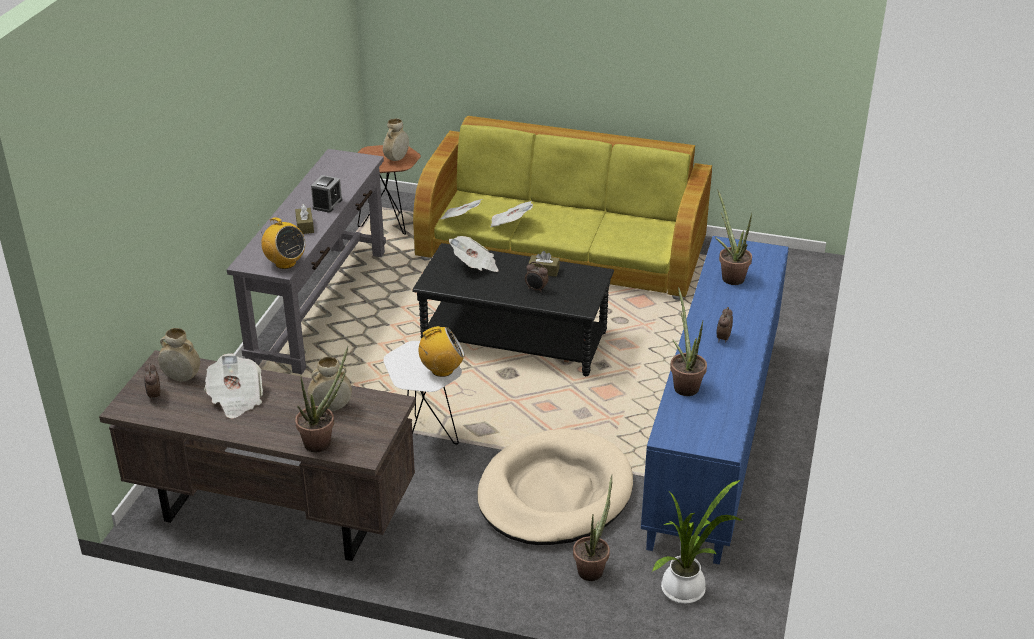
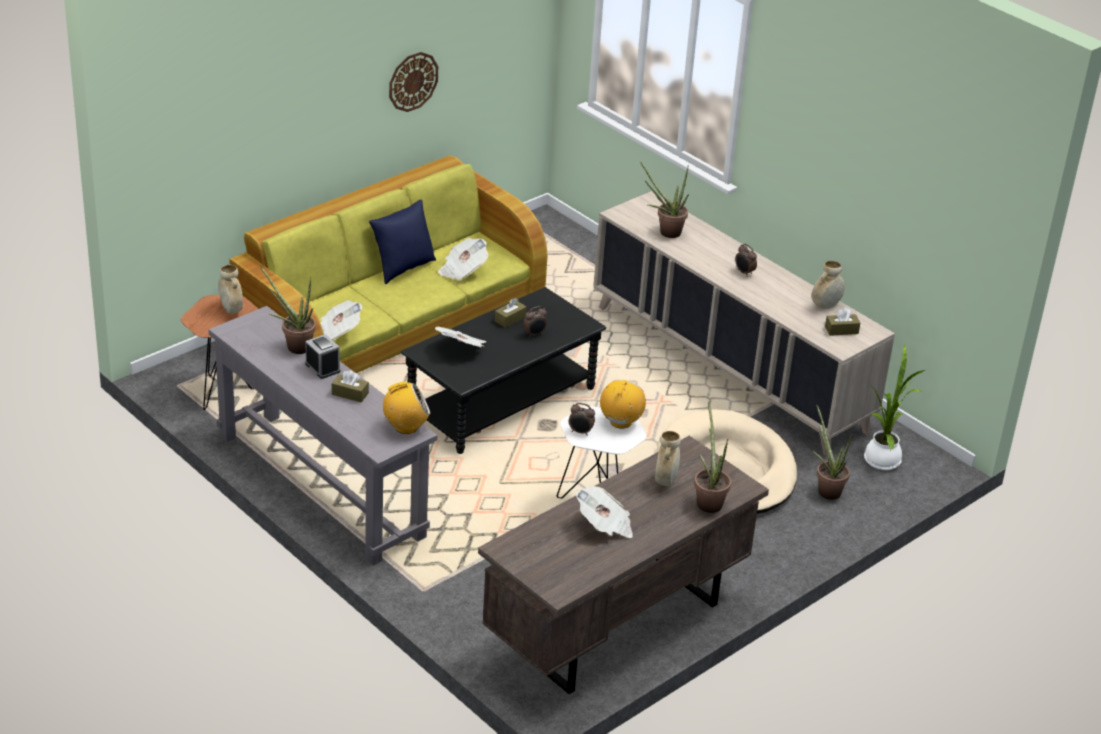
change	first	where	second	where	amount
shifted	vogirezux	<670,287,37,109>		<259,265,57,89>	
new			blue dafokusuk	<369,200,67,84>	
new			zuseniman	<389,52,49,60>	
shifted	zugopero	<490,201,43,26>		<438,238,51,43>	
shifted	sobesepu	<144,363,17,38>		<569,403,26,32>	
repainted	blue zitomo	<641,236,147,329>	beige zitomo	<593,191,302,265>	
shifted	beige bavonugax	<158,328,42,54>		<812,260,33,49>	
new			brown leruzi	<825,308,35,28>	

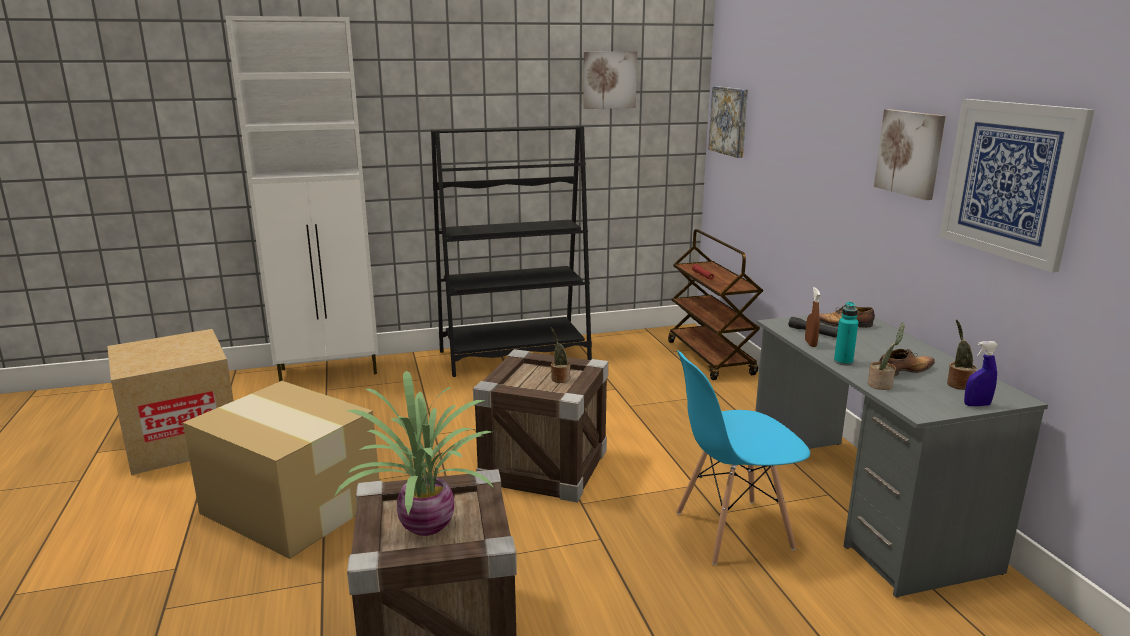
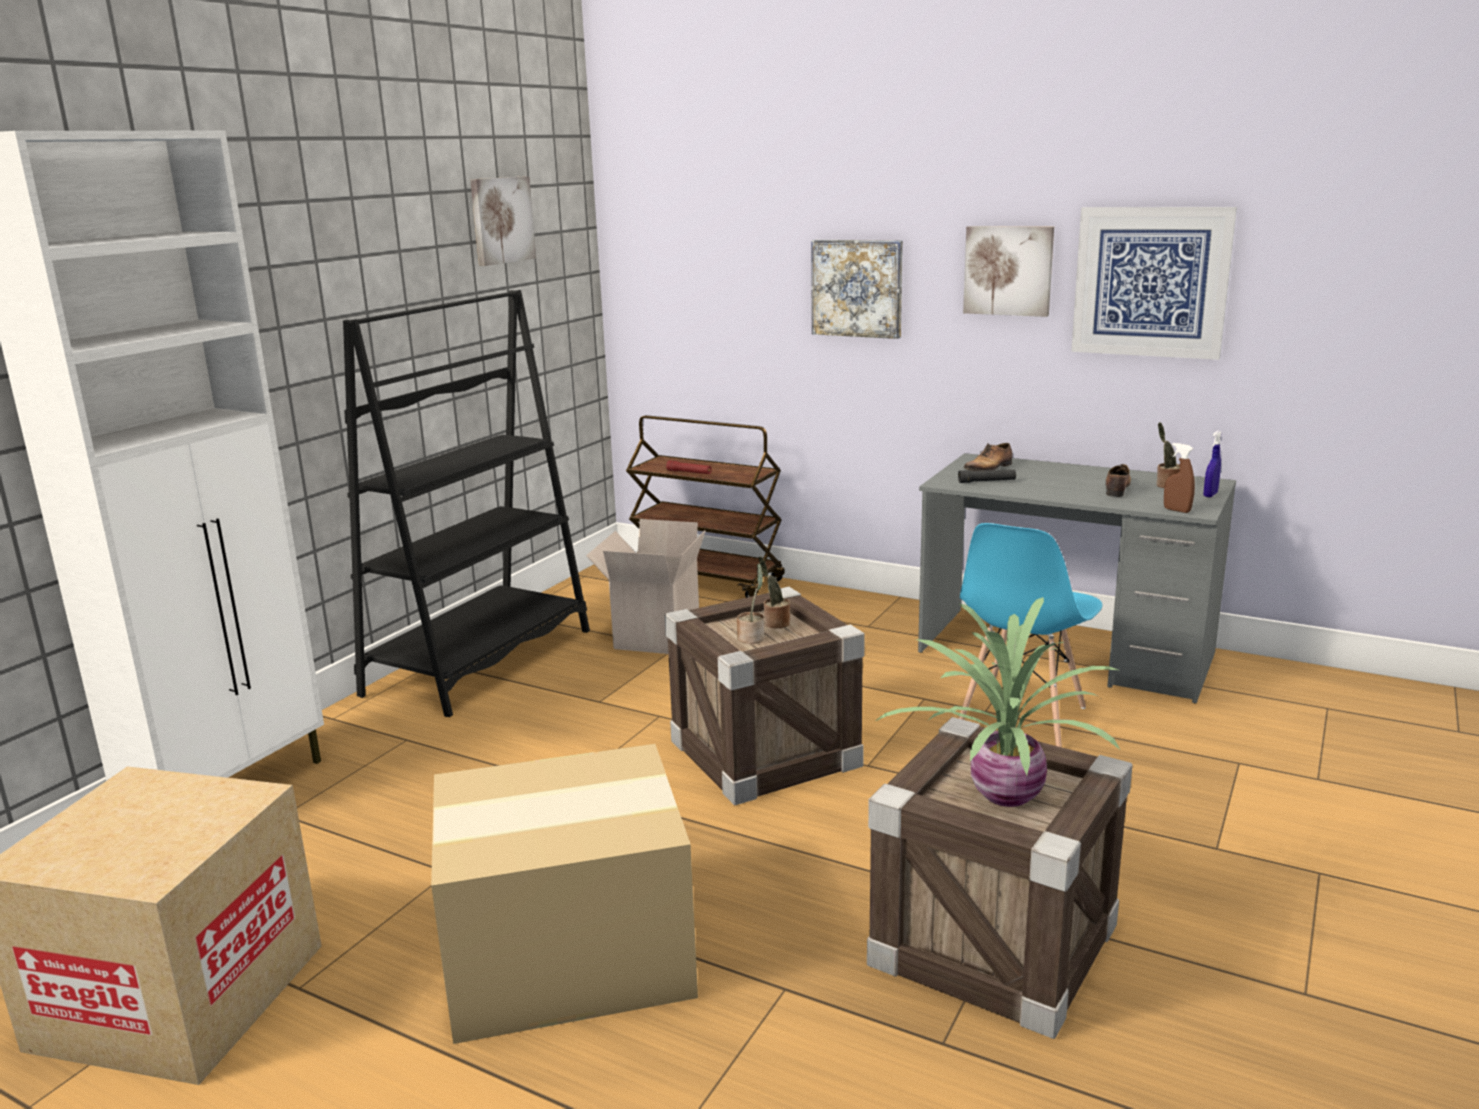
change	first	where	second	where	amount
new			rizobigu	<586,519,120,135>	
shifted	vogirezux	<868,323,37,67>		<737,563,27,81>	
shifted	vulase	<708,86,40,72>		<811,240,92,99>	
shifted	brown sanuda	<805,287,15,60>		<1164,443,31,70>	
gone	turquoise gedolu	<834,302,24,63>			

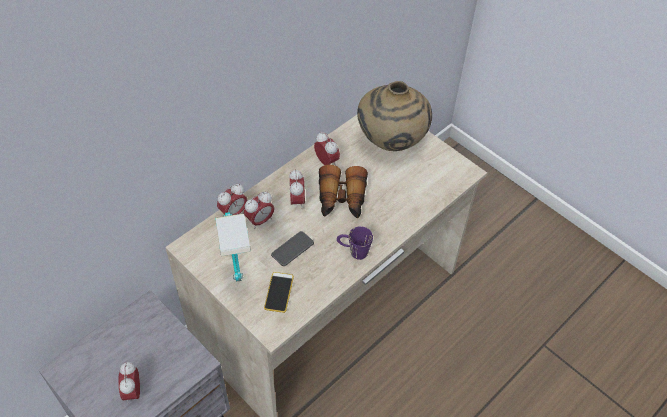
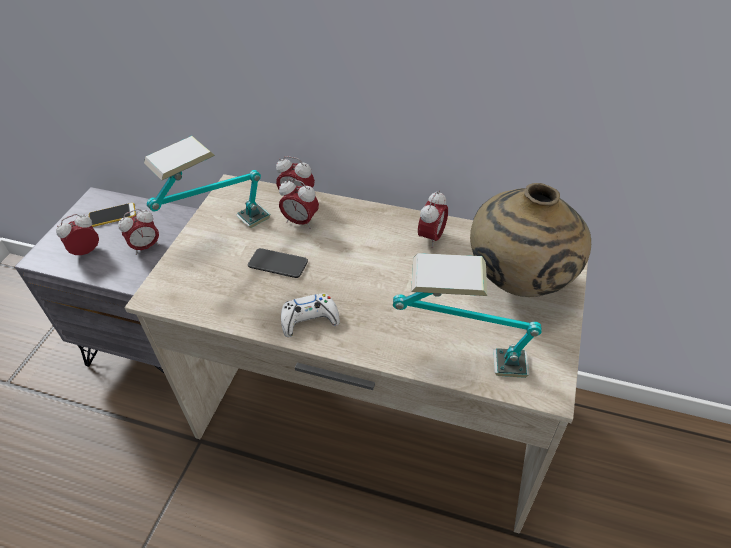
change	first	where	second	where	amount
shifted	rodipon	<264,272,30,41>		<89,203,47,24>	
shifted	sobesepu	<289,169,16,40>		<118,209,42,46>	
swapped	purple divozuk	<337,226,36,34>	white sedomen	<281,293,59,44>	
new			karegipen	<393,253,149,125>	
gone	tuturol	<319,165,49,53>			

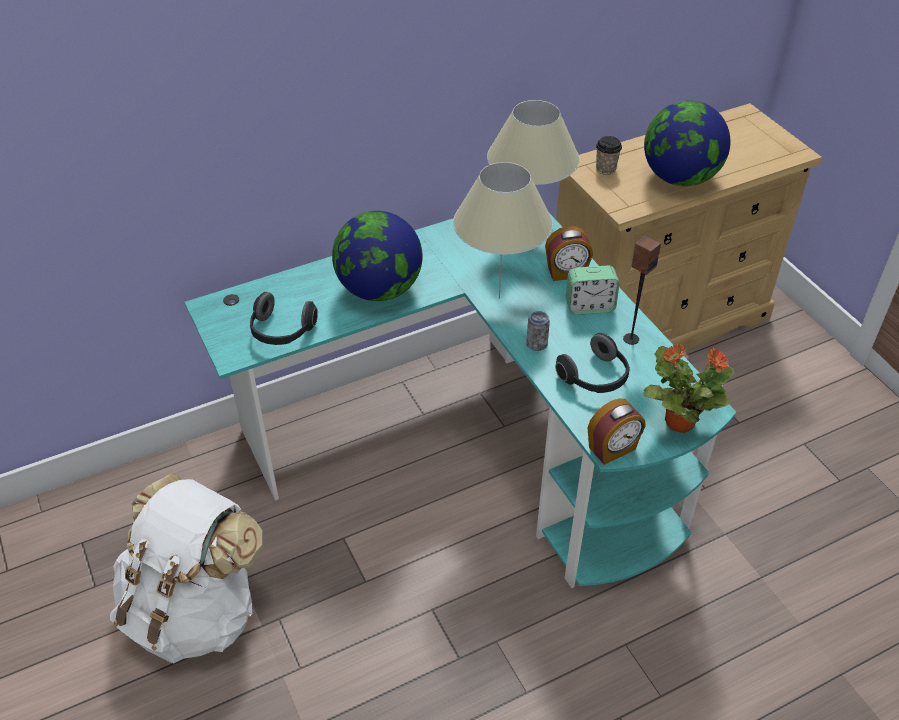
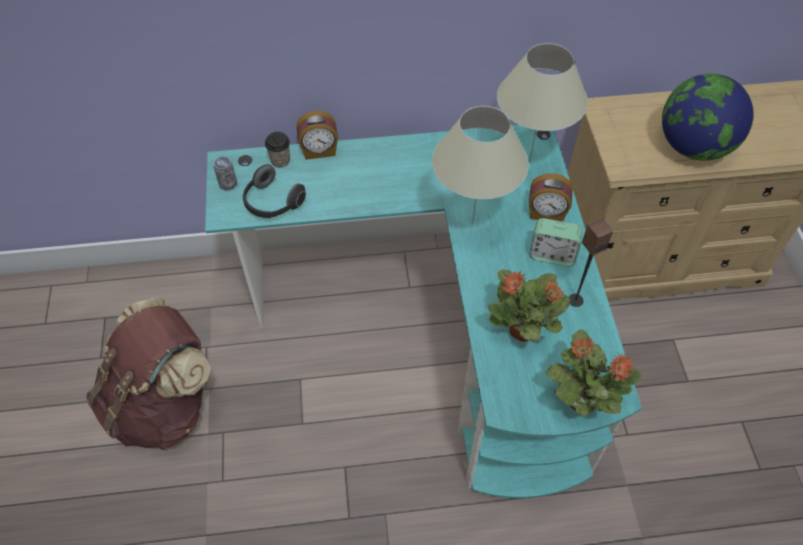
change	first	where	second	where	amount
repainted	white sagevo	<110,474,152,189>	brown sagevo	<86,296,125,154>	
shifted	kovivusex	<526,311,24,40>		<213,156,24,35>	
shifted	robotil	<596,136,26,39>		<265,132,25,36>	
shifted	sobesepu	<588,398,57,67>		<297,111,41,49>	
swapped	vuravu	<555,333,75,60>	vogirezux	<488,269,83,73>	
gone	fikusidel	<332,211,90,90>			

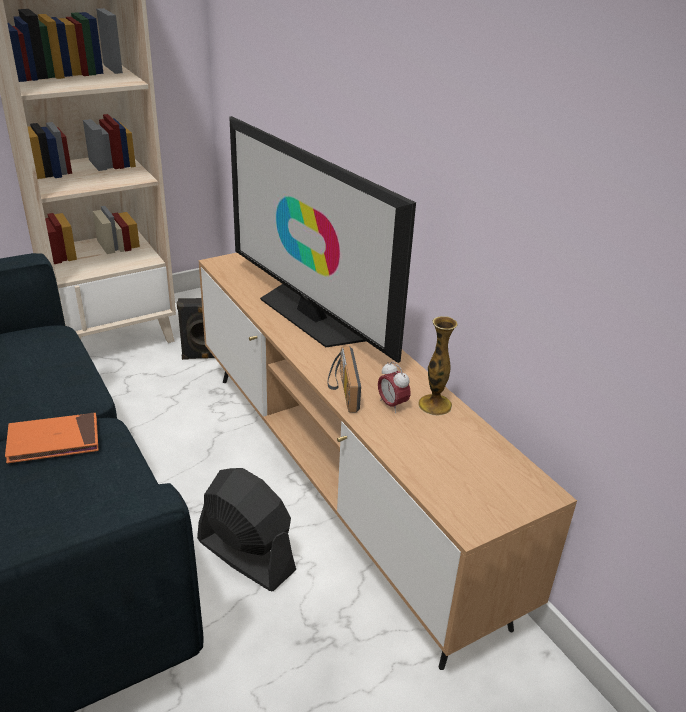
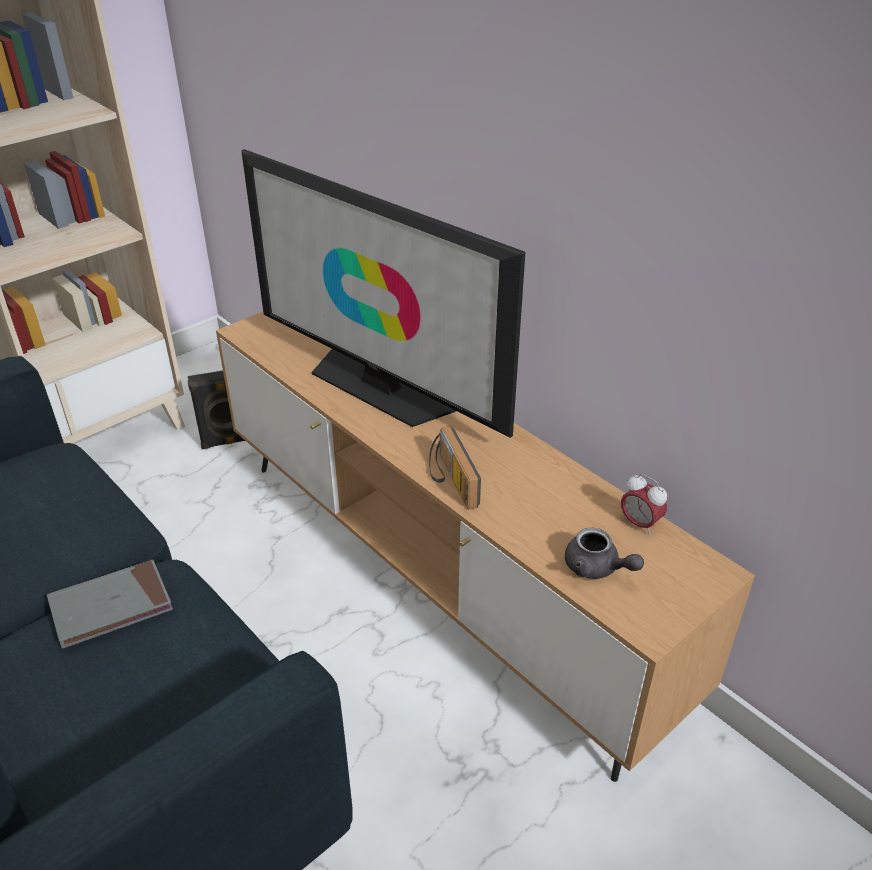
change	first	where	second	where	amount
repainted	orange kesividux	<5,412,93,51>	grey kesividux	<47,560,126,89>	
new			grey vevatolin	<565,528,79,51>	
shifted	sobesepu	<378,361,33,52>		<621,474,46,61>	
gone	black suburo	<197,468,99,123>			
gone	bavonugax	<419,316,38,100>			

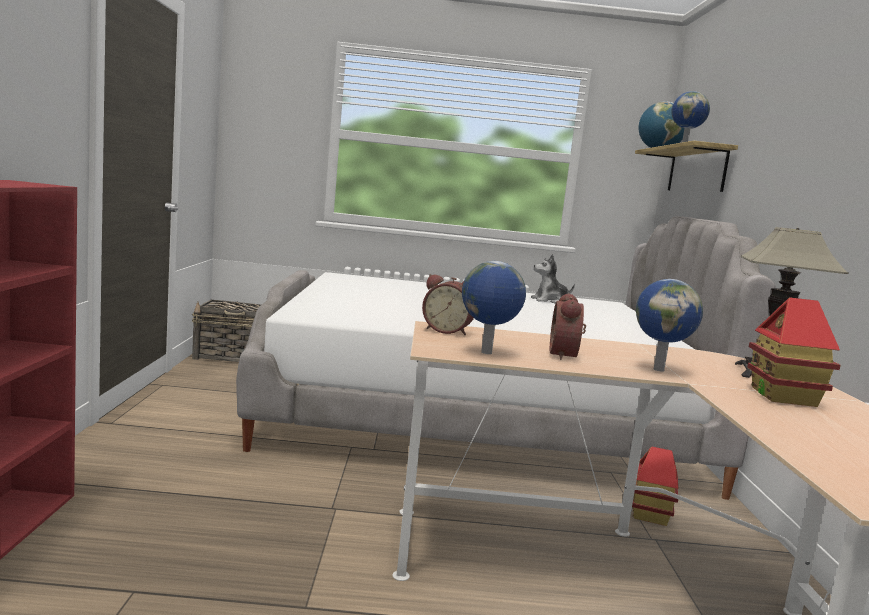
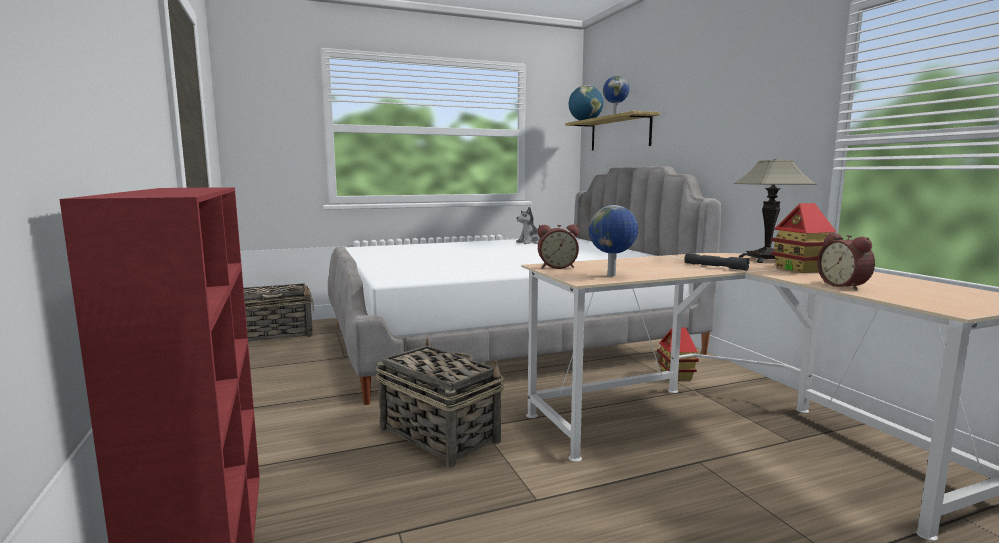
change	first	where	second	where	amount
new			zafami	<376,338,128,129>	
swapped	fikusidel	<636,279,67,93>	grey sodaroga	<684,254,66,16>	
shifted	sobesepu	<550,293,36,67>		<817,233,58,57>	

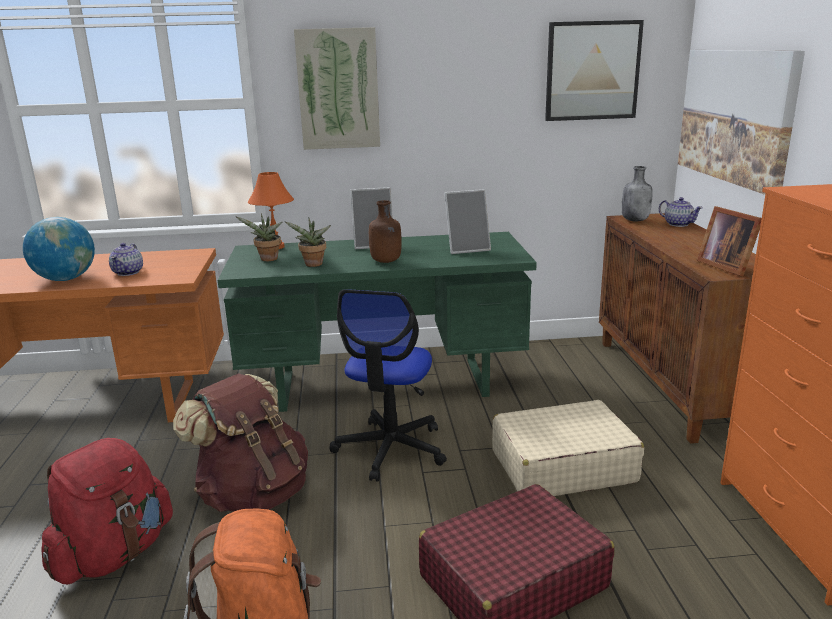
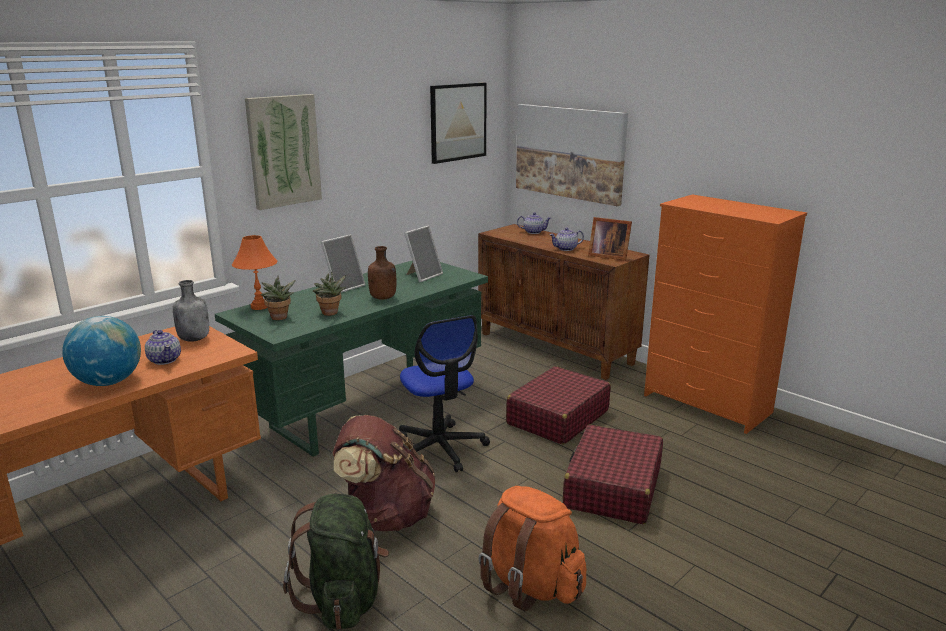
change	first	where	second	where	amount
shifted	grey gedolu	<622,166,31,56>		<173,280,36,62>	
repainted	red sagevo	<42,438,131,146>	green sagevo	<283,494,106,136>	
repainted	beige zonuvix	<492,400,152,96>	red zonuvix	<506,366,105,79>	
new			vevatolin	<550,227,34,24>	

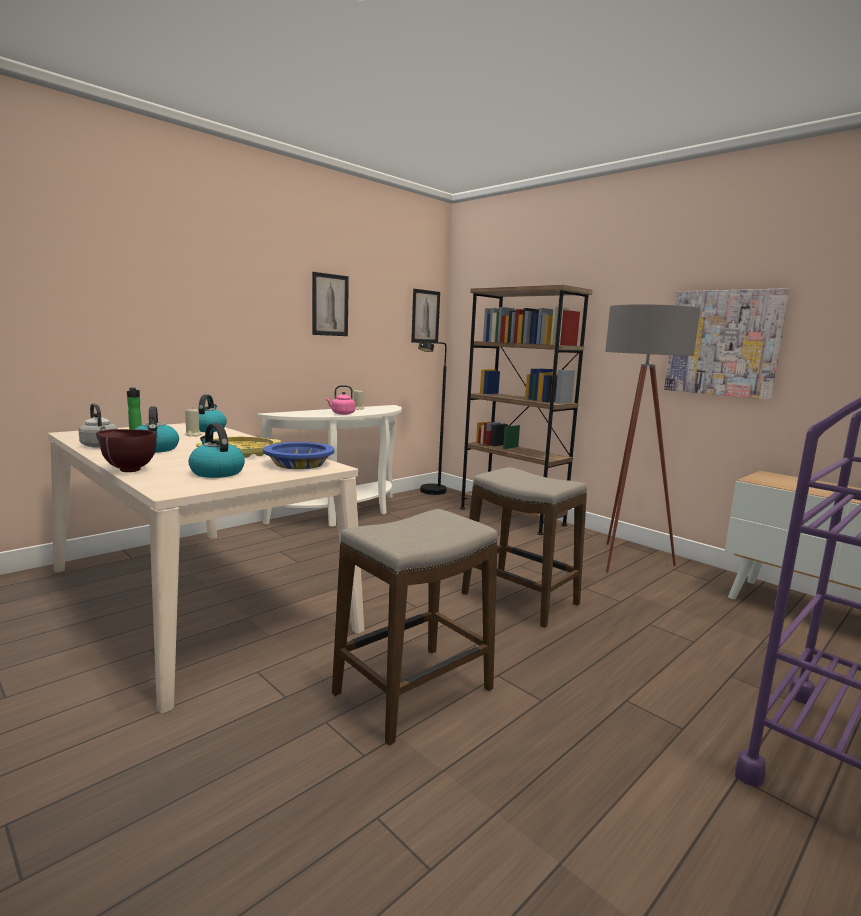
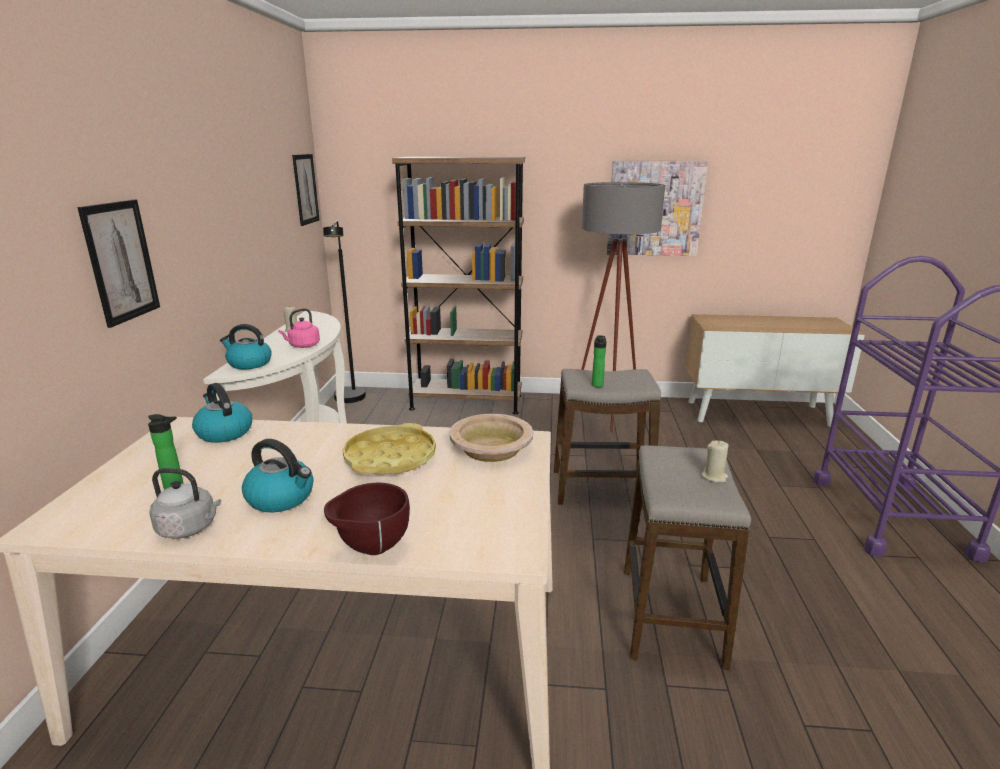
change	first	where	second	where	amount
shifted	vulase	<312,272,37,64>		<77,200,83,128>	
shifted	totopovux	<188,423,57,55>		<220,324,52,45>	
repainted	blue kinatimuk	<263,442,71,27>	beige kinatimuk	<450,414,83,48>	
new			gedolu	<592,335,14,52>	
shifted	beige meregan	<184,408,18,28>		<701,440,28,42>	

